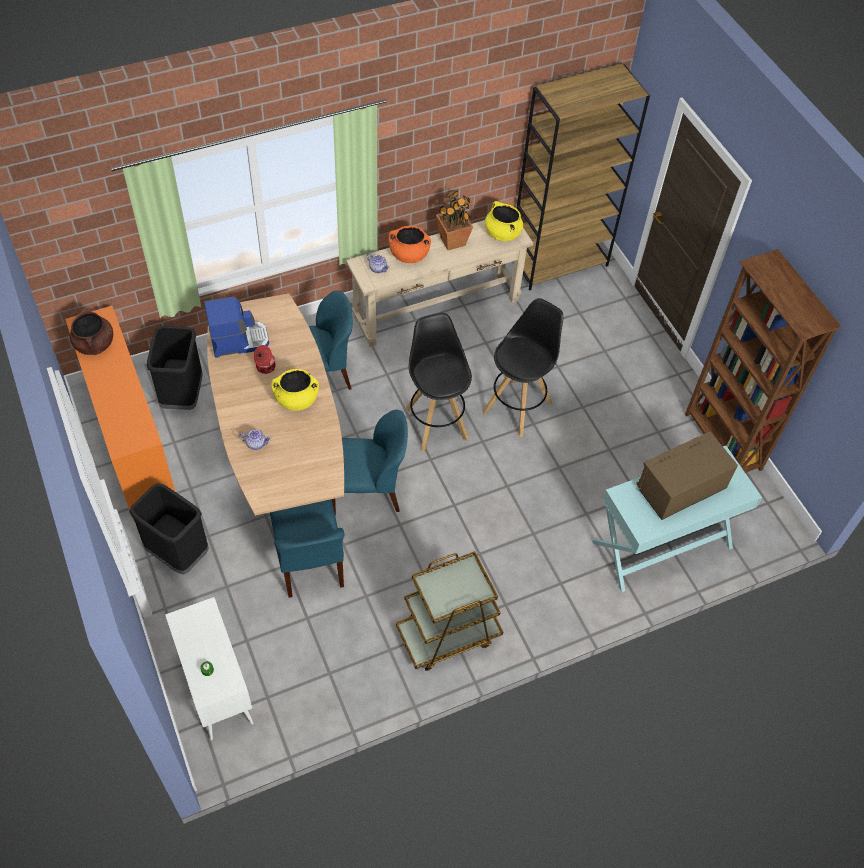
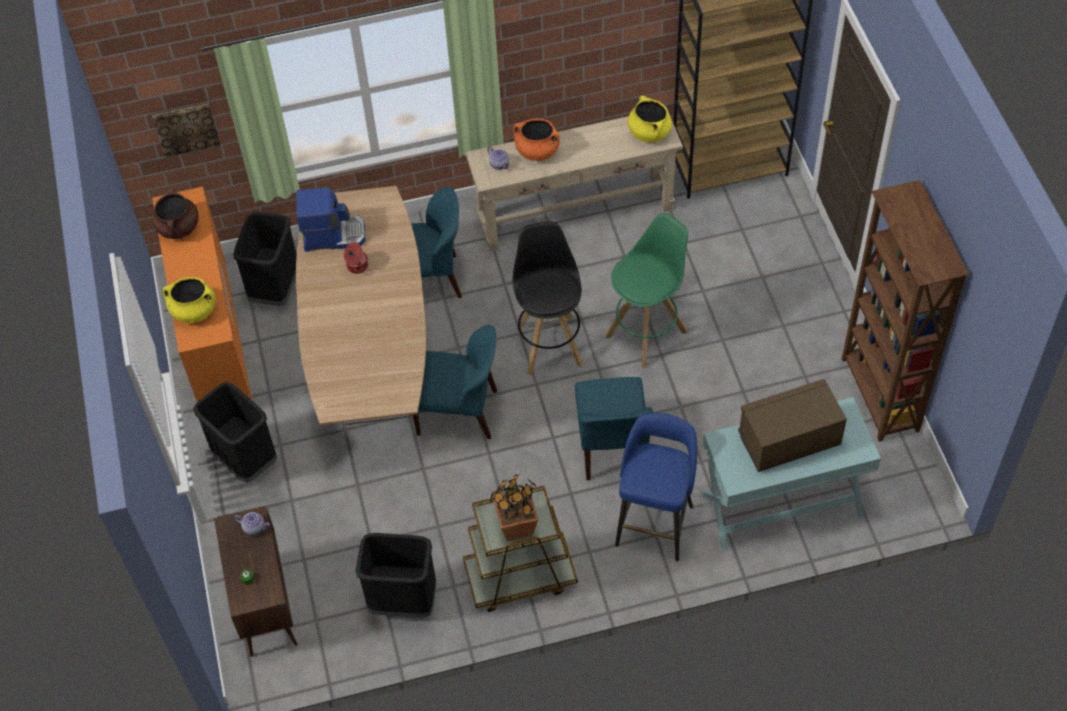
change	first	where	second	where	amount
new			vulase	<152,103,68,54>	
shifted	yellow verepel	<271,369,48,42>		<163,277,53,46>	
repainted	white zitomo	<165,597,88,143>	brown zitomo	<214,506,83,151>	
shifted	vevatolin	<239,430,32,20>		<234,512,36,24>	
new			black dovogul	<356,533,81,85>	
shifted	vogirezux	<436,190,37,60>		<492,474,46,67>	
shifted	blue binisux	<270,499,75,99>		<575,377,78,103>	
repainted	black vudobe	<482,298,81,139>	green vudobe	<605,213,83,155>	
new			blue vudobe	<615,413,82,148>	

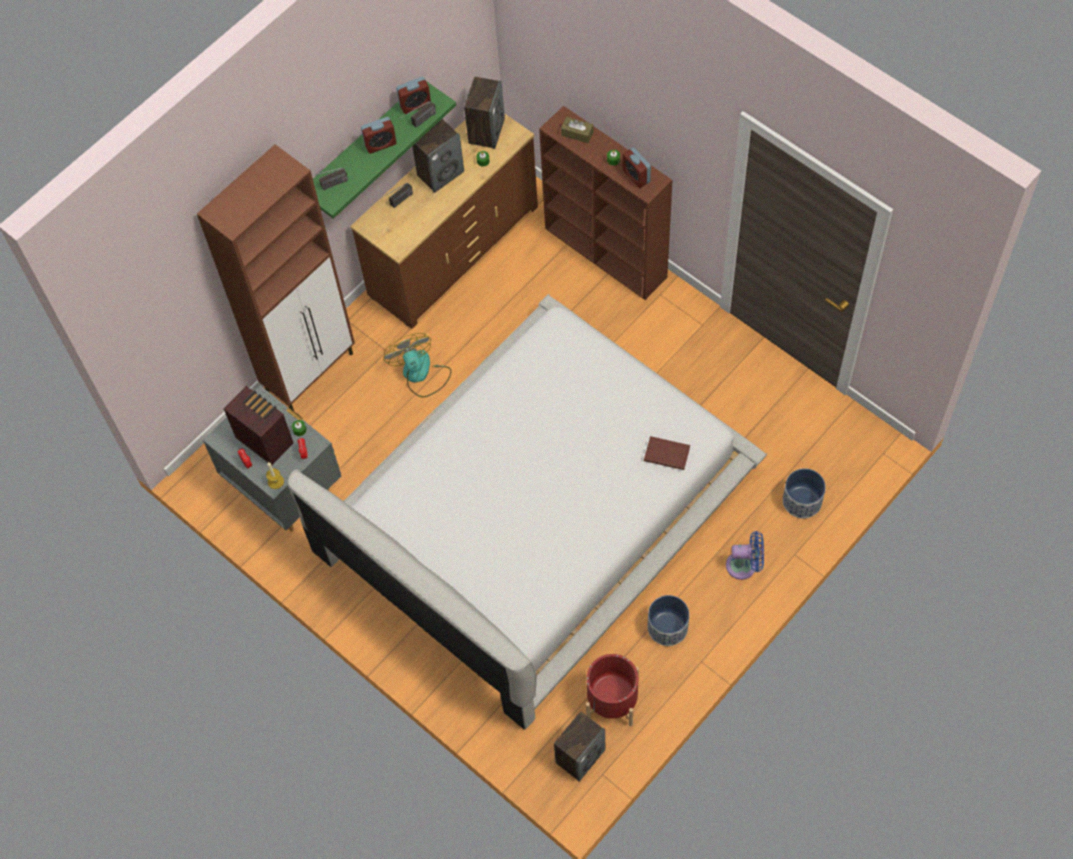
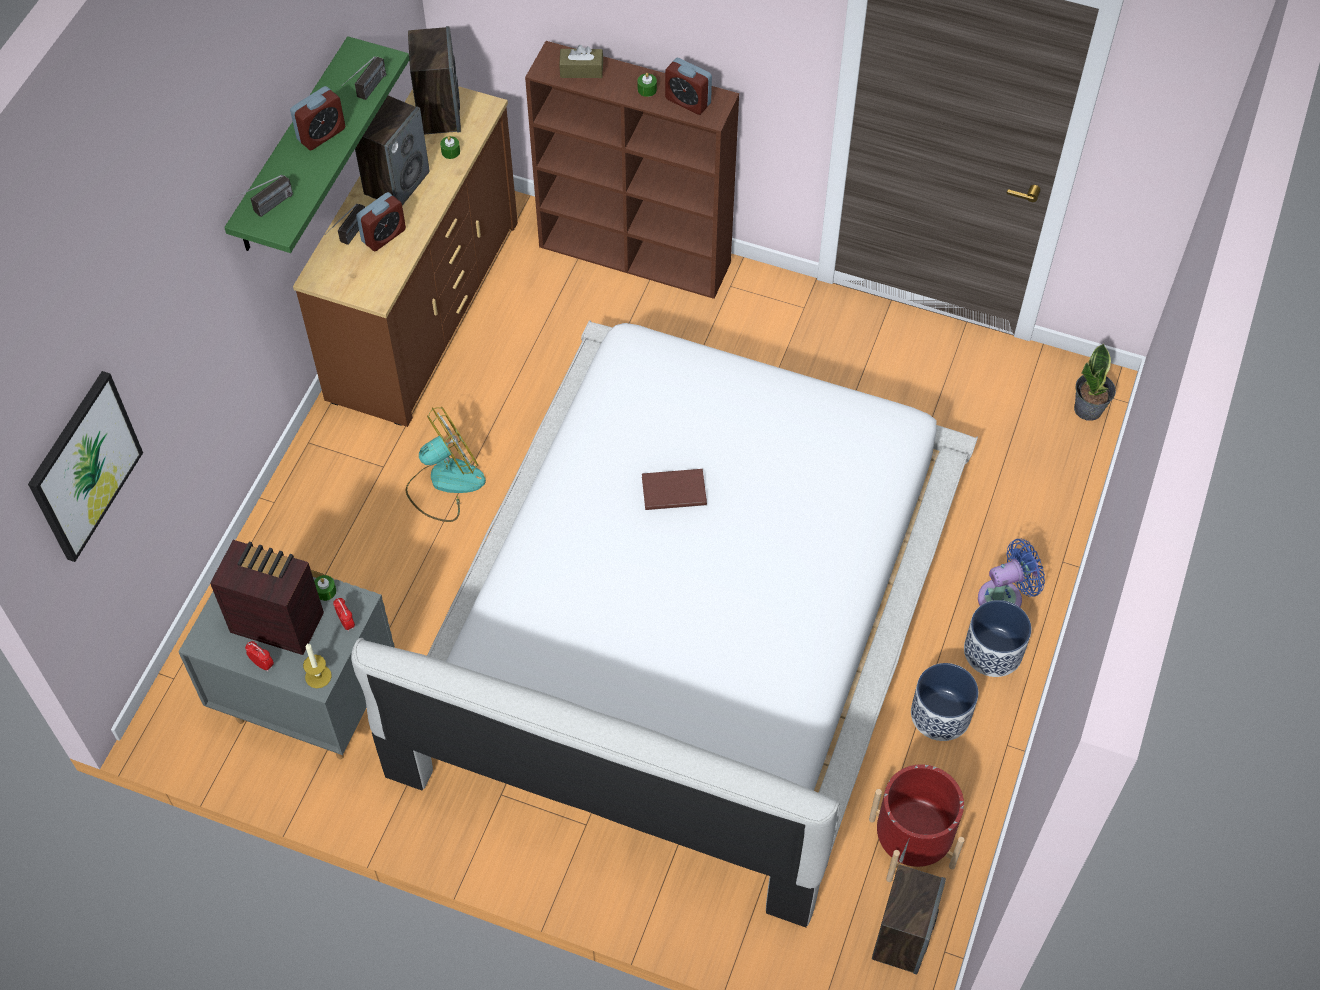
change	first	where	second	where	amount
new			vulase	<28,371,115,191>	
shifted	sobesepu	<396,77,35,37>		<356,192,50,59>	
rotated	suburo	<383,333,69,65>		<405,407,81,115>	105 degrees clockwise
shifted	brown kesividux	<644,436,46,34>		<642,469,65,41>	
shifted	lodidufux	<783,468,43,51>		<964,600,67,77>	
new			vogirezux	<1074,344,42,77>	
gone	brown zitomo	<197,144,158,267>			

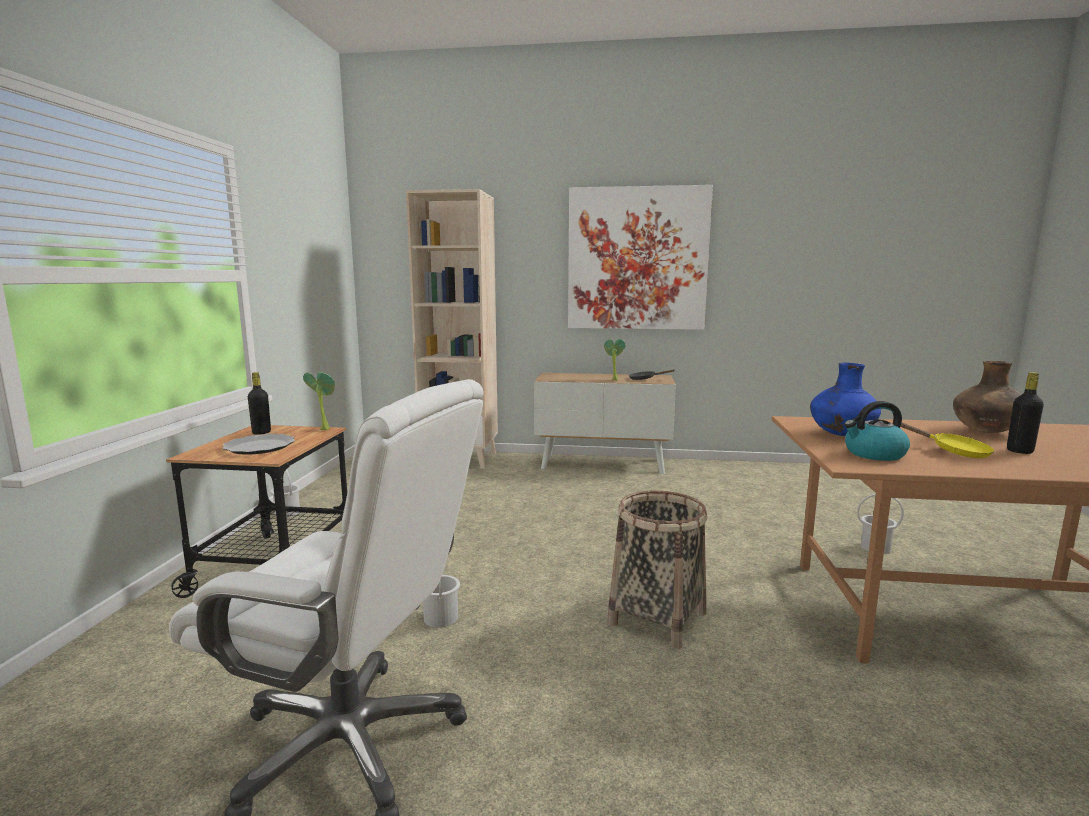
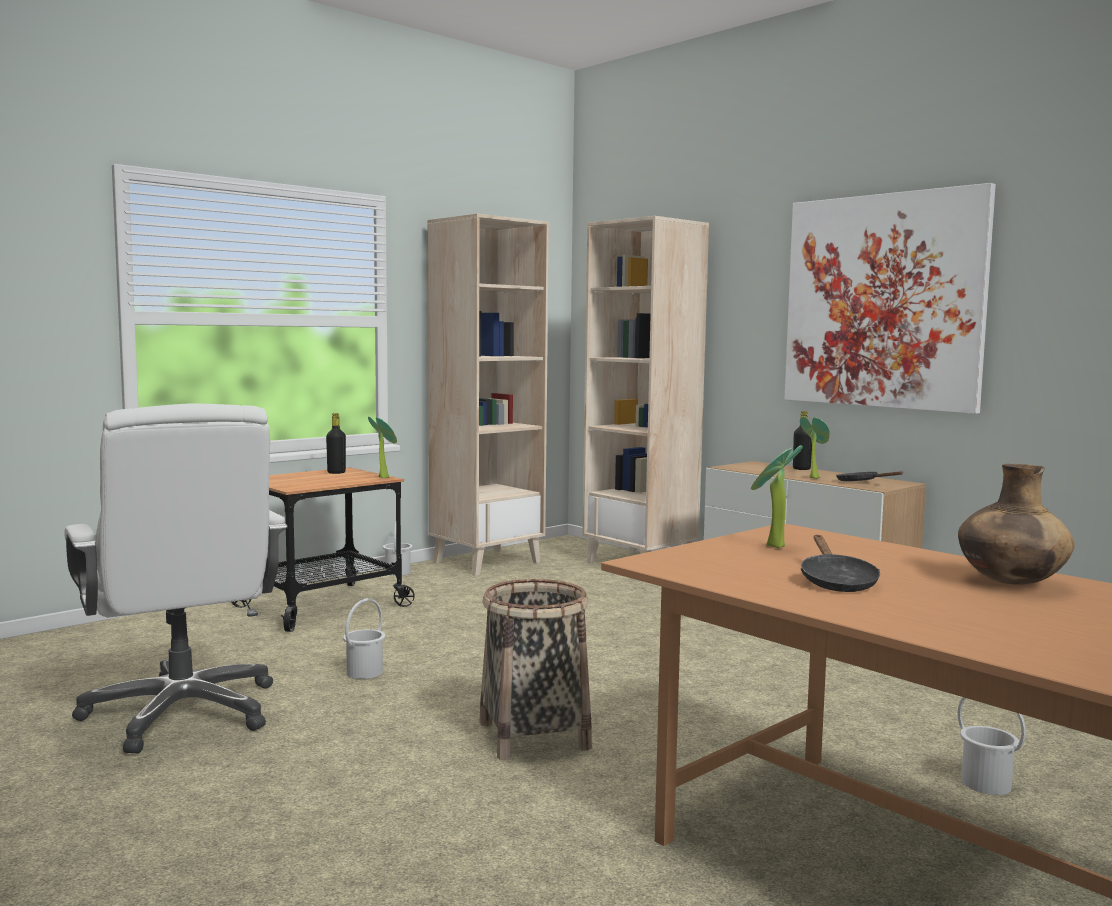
change	first	where	second	where	amount
new			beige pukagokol	<428,214,121,362>	
swapped	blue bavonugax	<810,362,71,74>	vogirezux	<751,445,52,103>	
shifted	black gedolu	<1007,372,37,82>		<793,411,19,59>	
repainted	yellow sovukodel	<900,423,94,35>	black sovukodel	<801,535,79,57>	
gone	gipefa	<222,434,73,21>			
gone	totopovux	<844,401,66,60>			

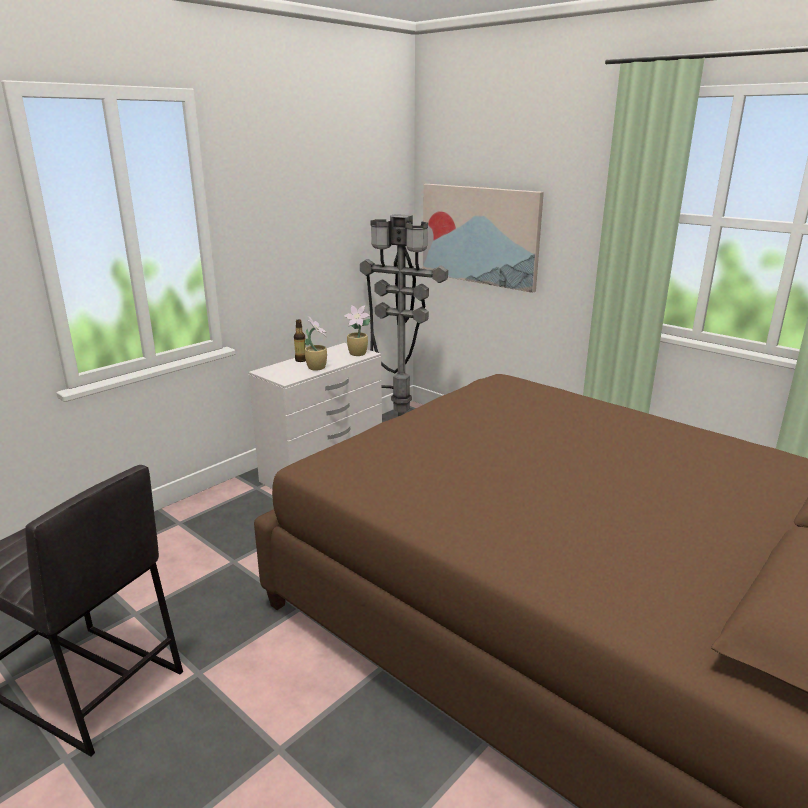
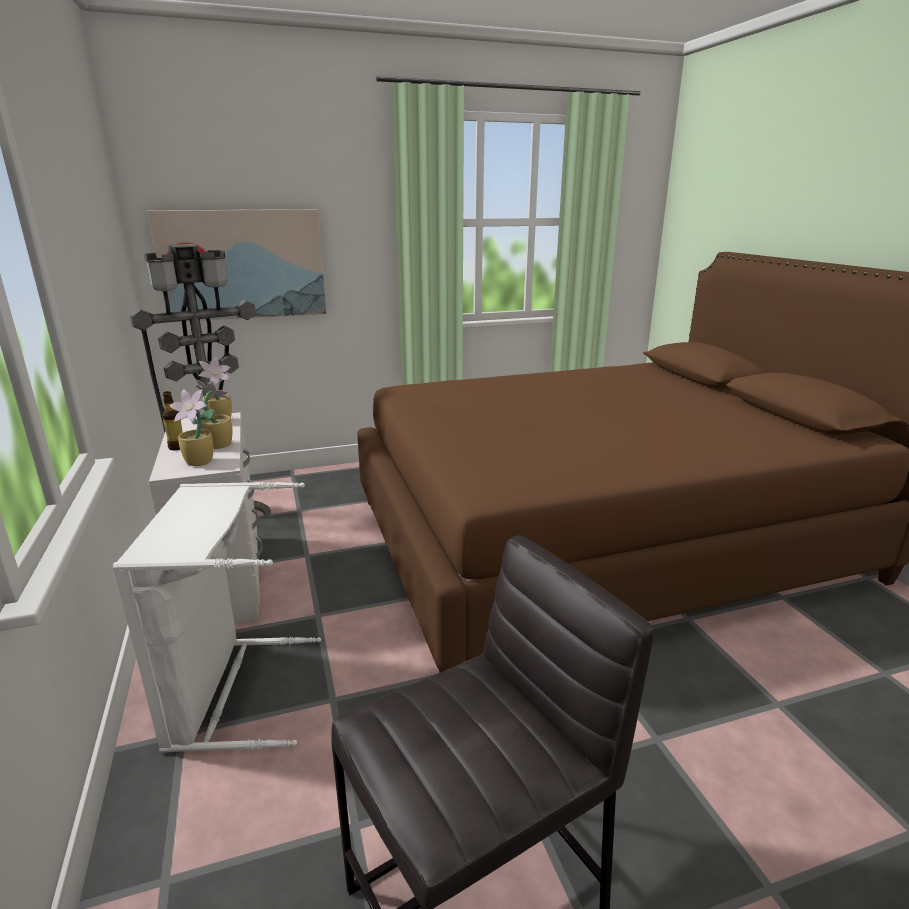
change	first	where	second	where	amount
new			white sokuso	<113,481,208,271>	
new			vogirezux	<170,390,45,76>	

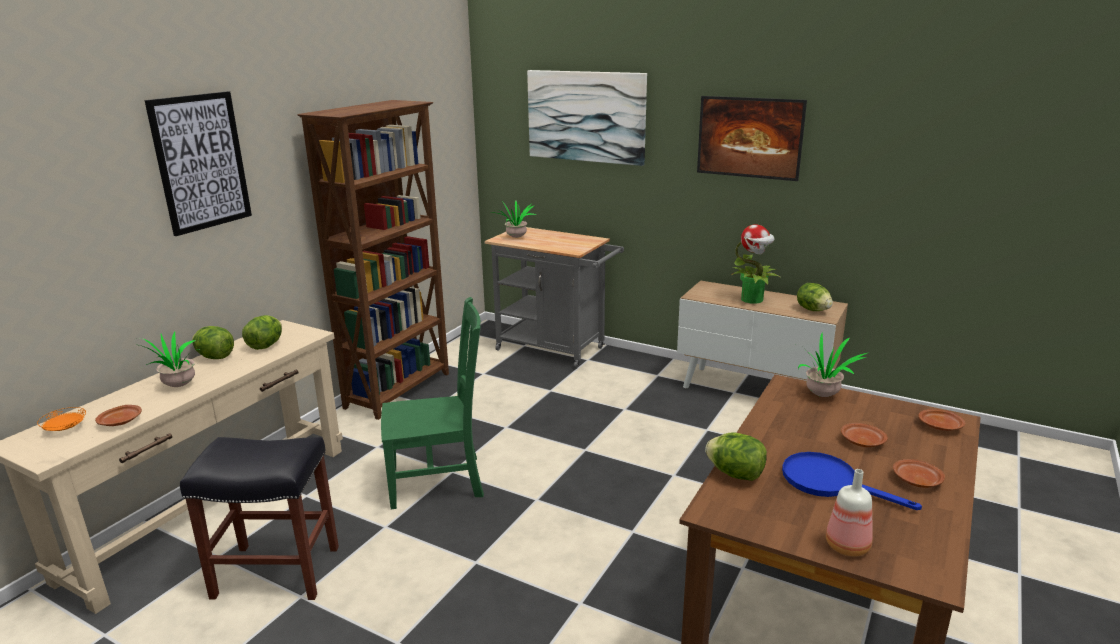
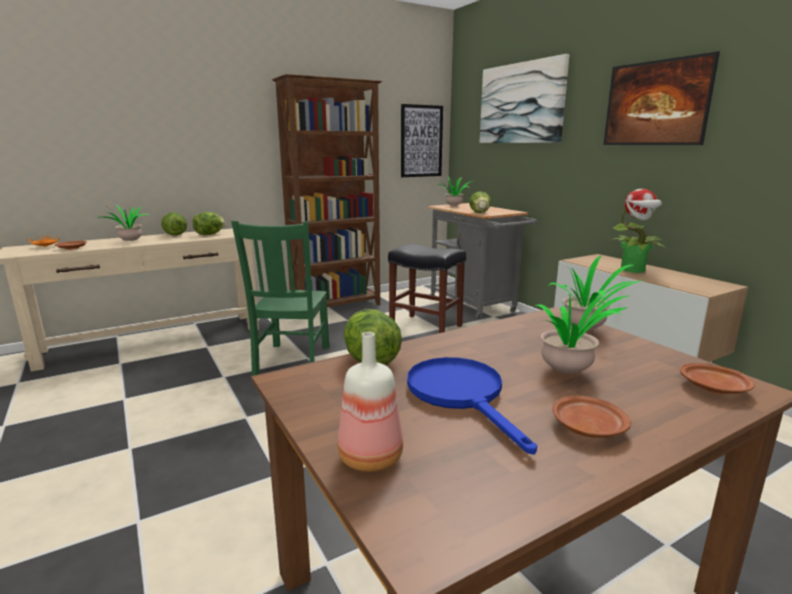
change	first	where	second	where	amount
rotated	green binisux	<381,297,103,213>		<231,221,99,154>	75 degrees clockwise
shifted	black vudobe	<180,437,159,163>		<388,244,78,89>	
shifted	vulase	<144,91,108,145>		<401,104,42,73>	
shifted	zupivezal	<797,283,36,28>		<469,191,22,22>	
swapped	brown gipefa	<841,423,47,24>	vogirezux	<532,295,98,79>	

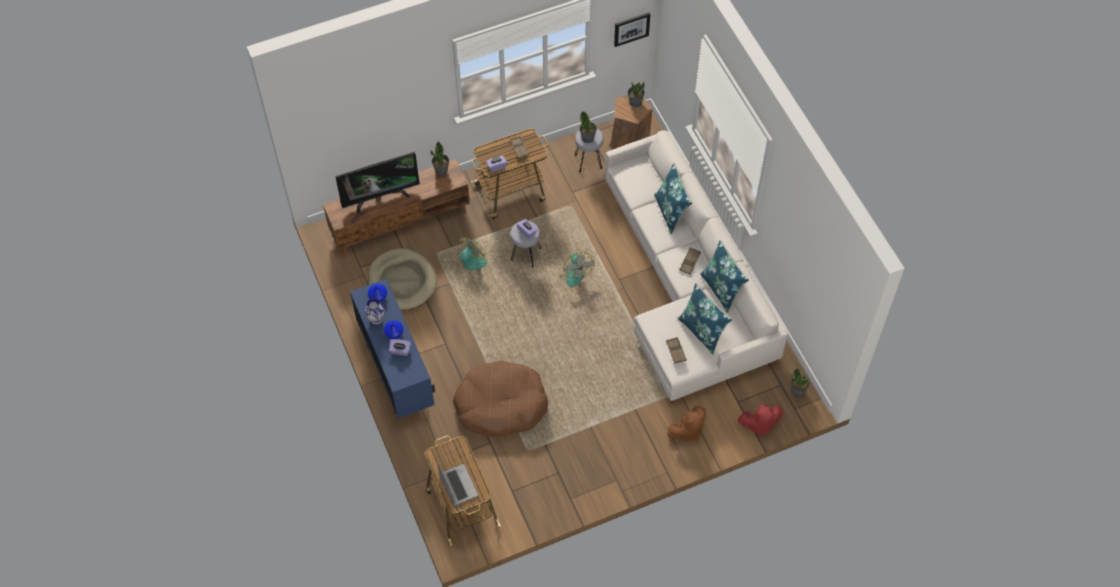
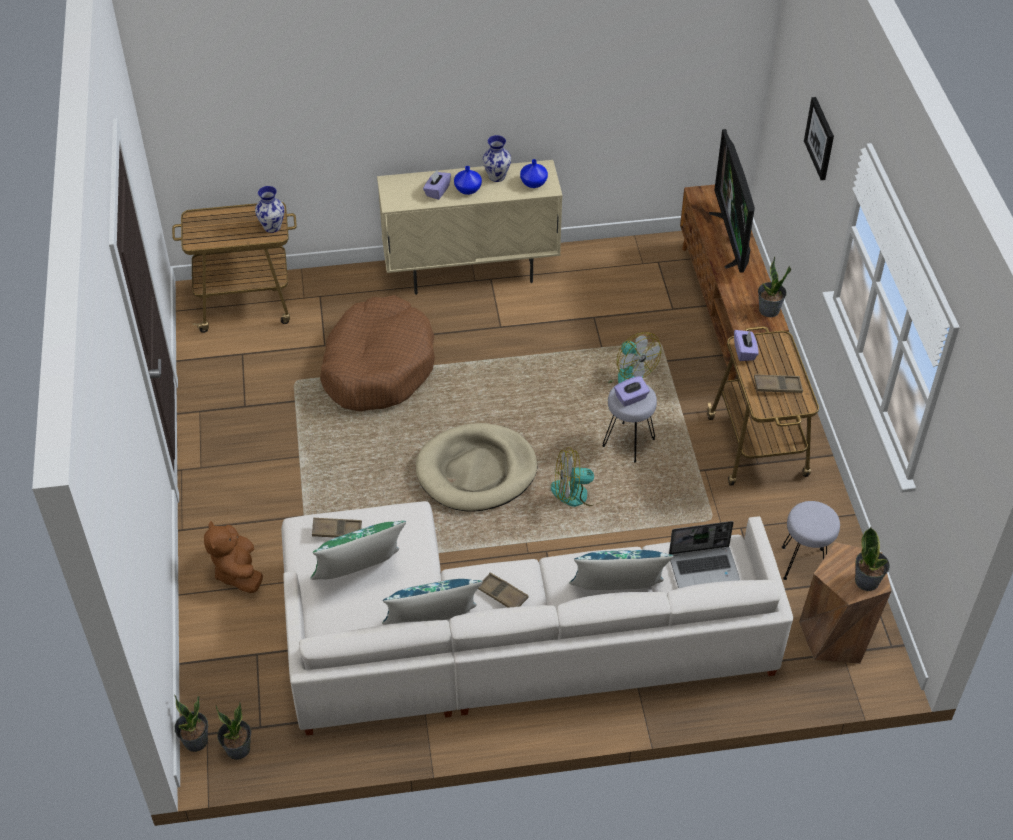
change	first	where	second	where	amount
shifted	vogirezux	<580,111,17,32>		<174,695,34,57>	
new			bavonugax	<255,186,30,47>	
repainted	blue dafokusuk	<678,283,54,71>	green dafokusuk	<310,521,96,59>	
repainted	blue zitomo	<350,278,85,141>	beige zitomo	<377,160,186,135>	
shifted	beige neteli	<368,249,69,61>		<416,423,122,89>	
shifted	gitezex	<437,463,41,43>		<669,521,71,67>	
shifted	vulase	<614,13,36,34>		<804,97,30,83>	
gone	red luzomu	<737,404,47,33>			

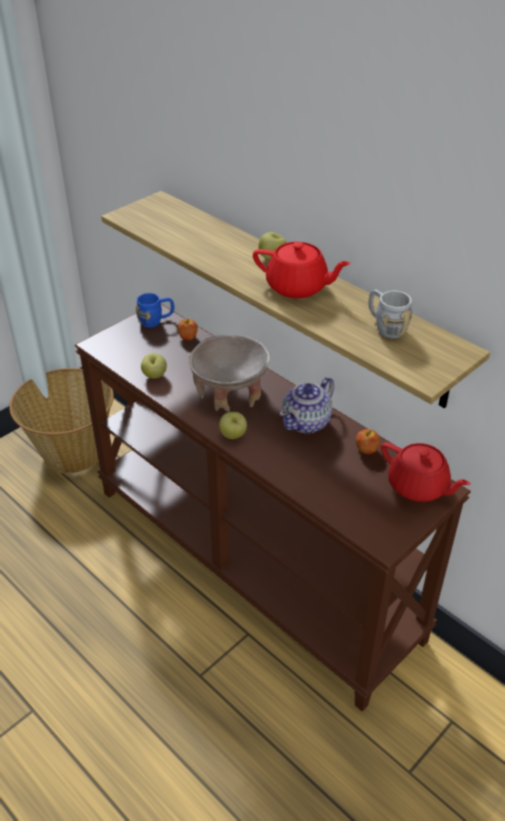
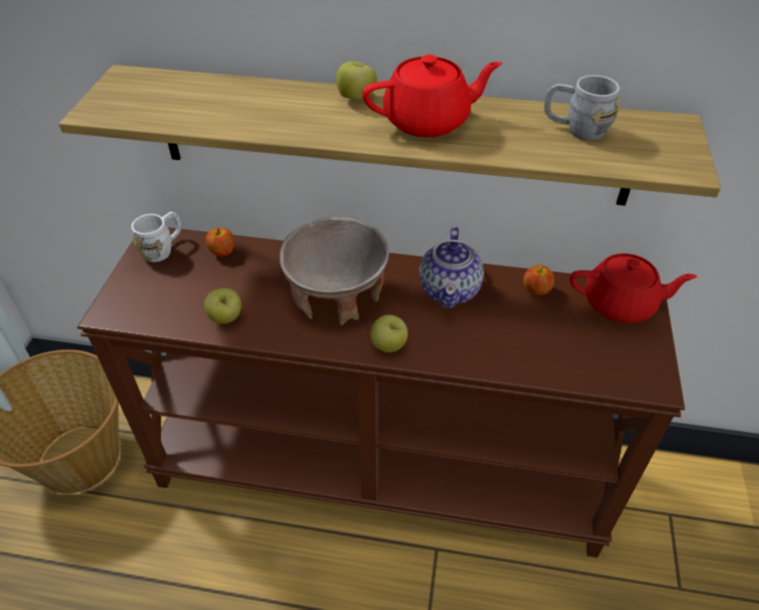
change	first	where	second	where	amount
repainted	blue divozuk	<136,293,38,35>	white divozuk	<131,212,50,50>	

